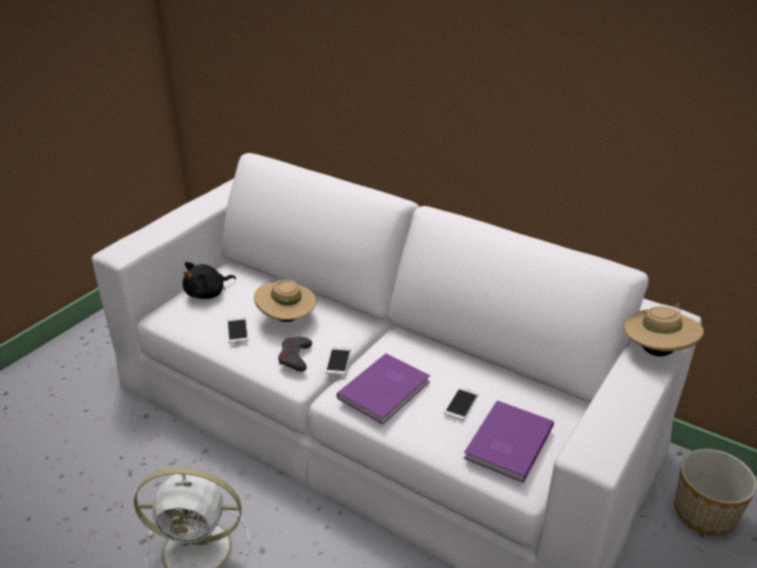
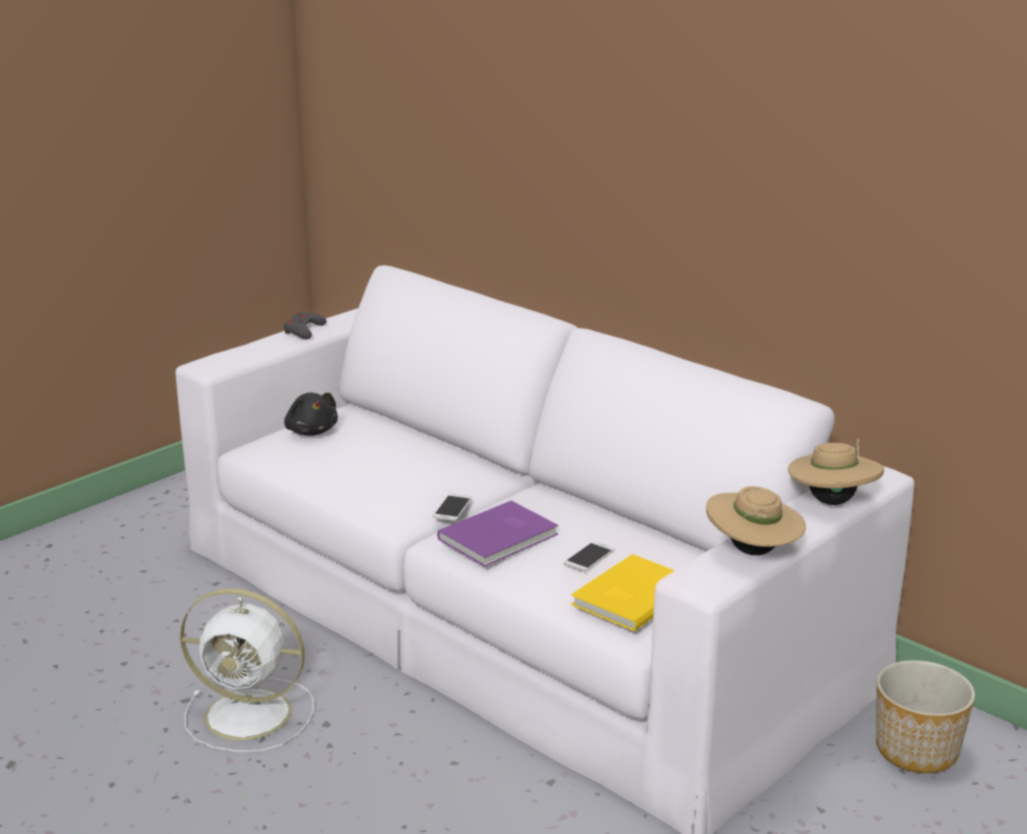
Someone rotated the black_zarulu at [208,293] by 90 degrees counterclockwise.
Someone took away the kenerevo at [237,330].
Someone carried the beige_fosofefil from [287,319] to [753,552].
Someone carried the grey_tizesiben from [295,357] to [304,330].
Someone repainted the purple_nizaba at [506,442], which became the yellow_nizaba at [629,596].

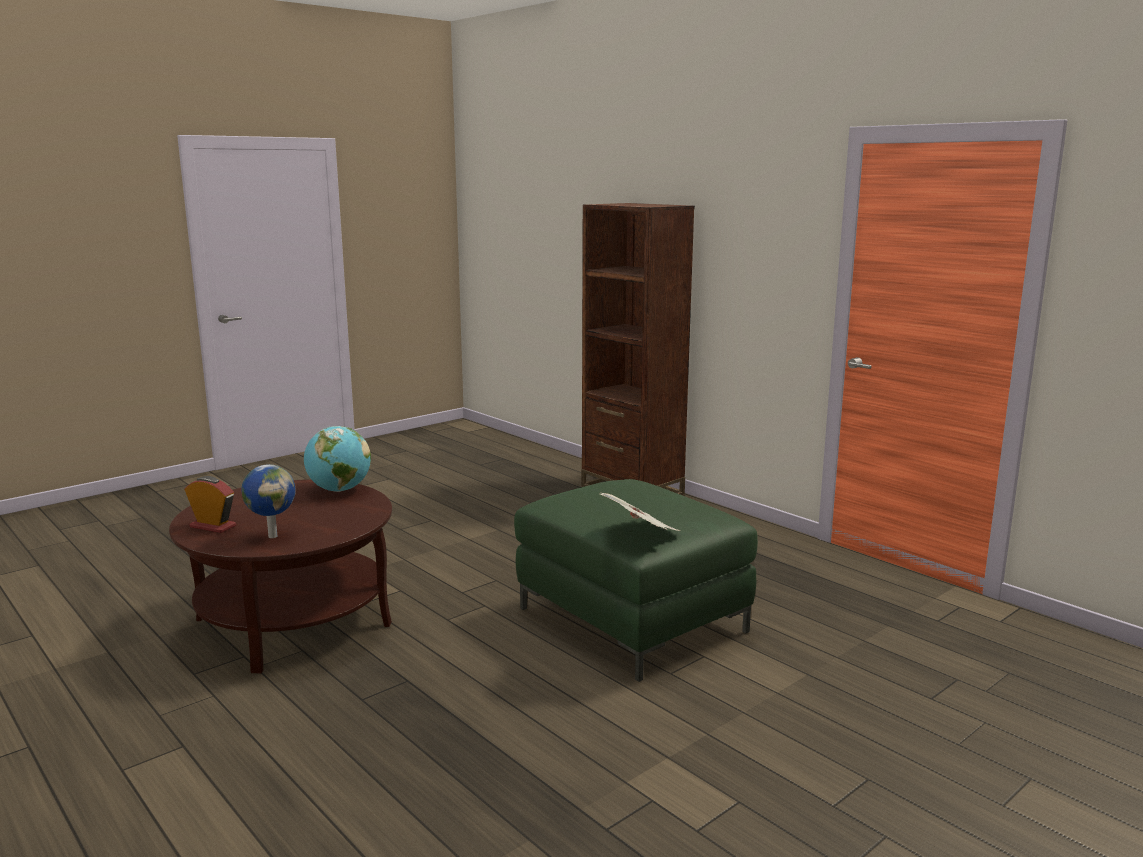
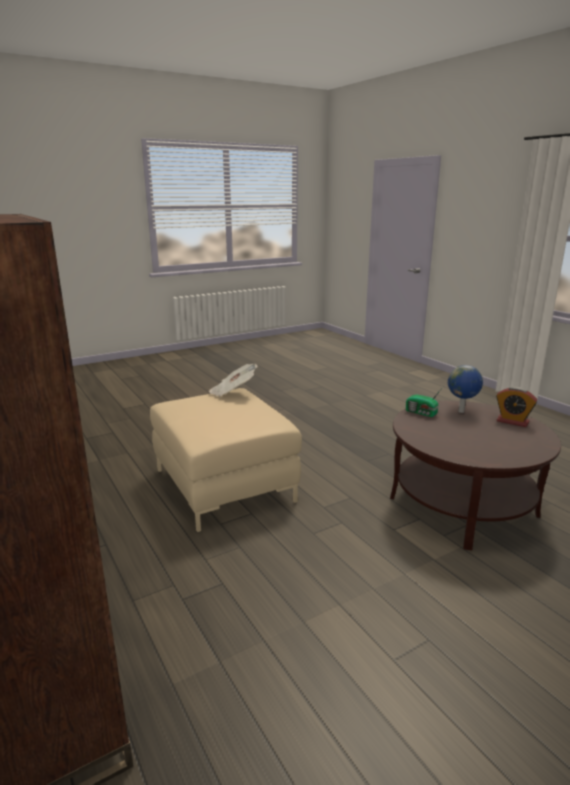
Someone took away the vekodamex at [339,490].
Someone repainted the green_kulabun at [632,619], which became the beige_kulabun at [223,485].
Someone put down the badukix at [421,413].

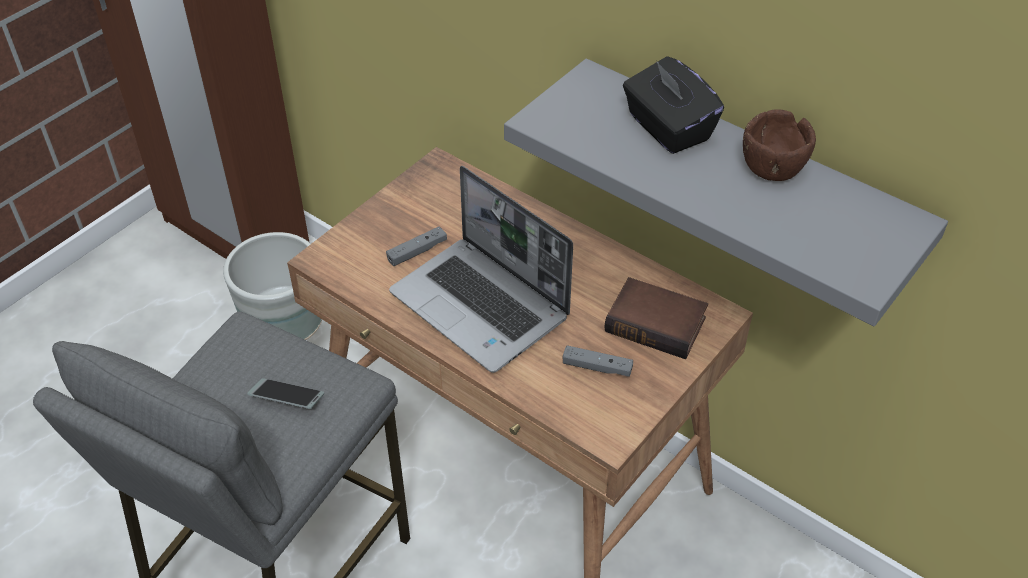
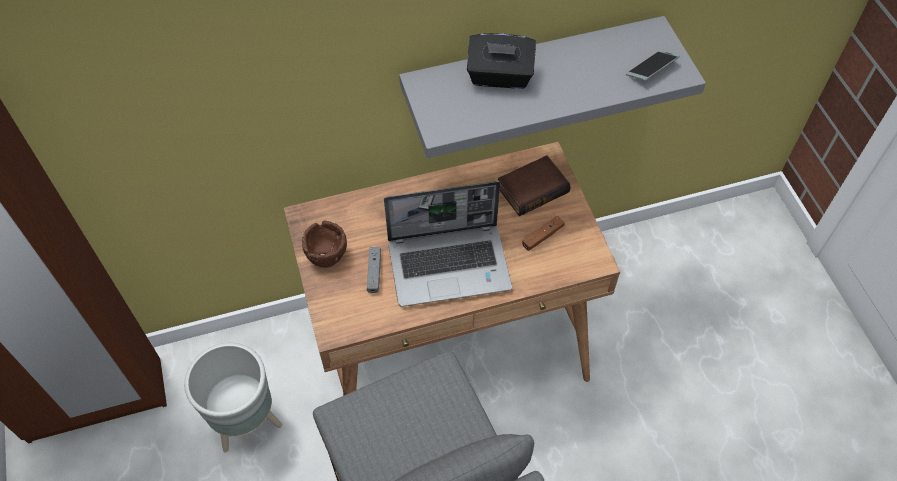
Someone carried the kenerevo from [287,398] to [651,69].
Someone repainted the grey_tizesiben at [597,367], which became the brown_tizesiben at [542,236].
Someone carried the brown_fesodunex from [772,168] to [326,255].

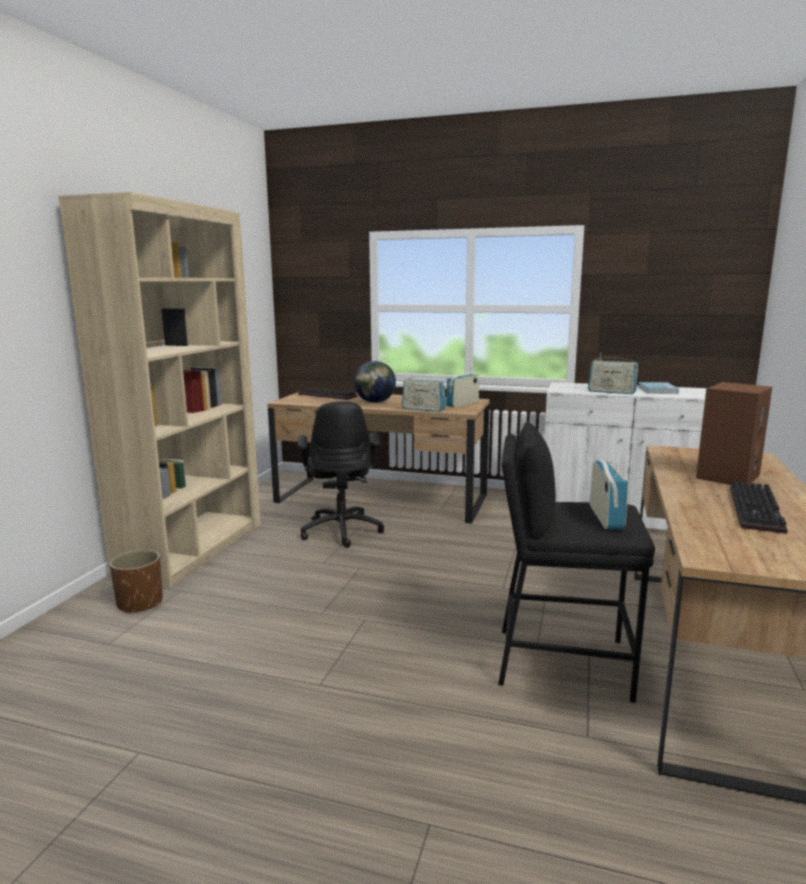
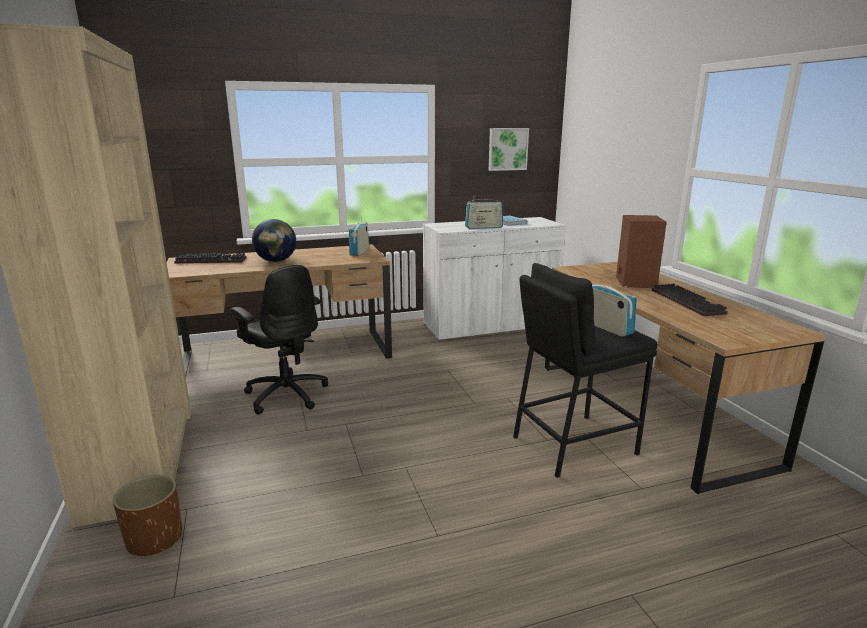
Someone took away the badukix at [423,409].
Someone put up the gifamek at [507,149].

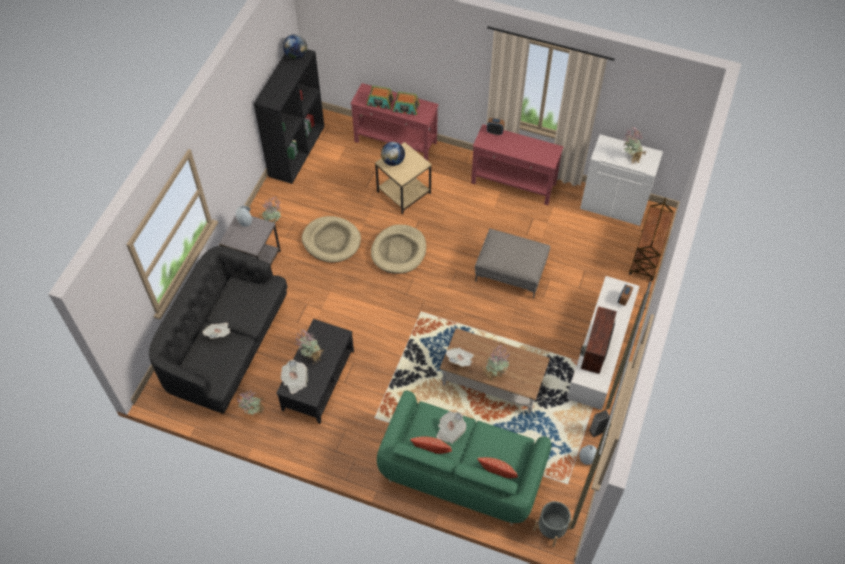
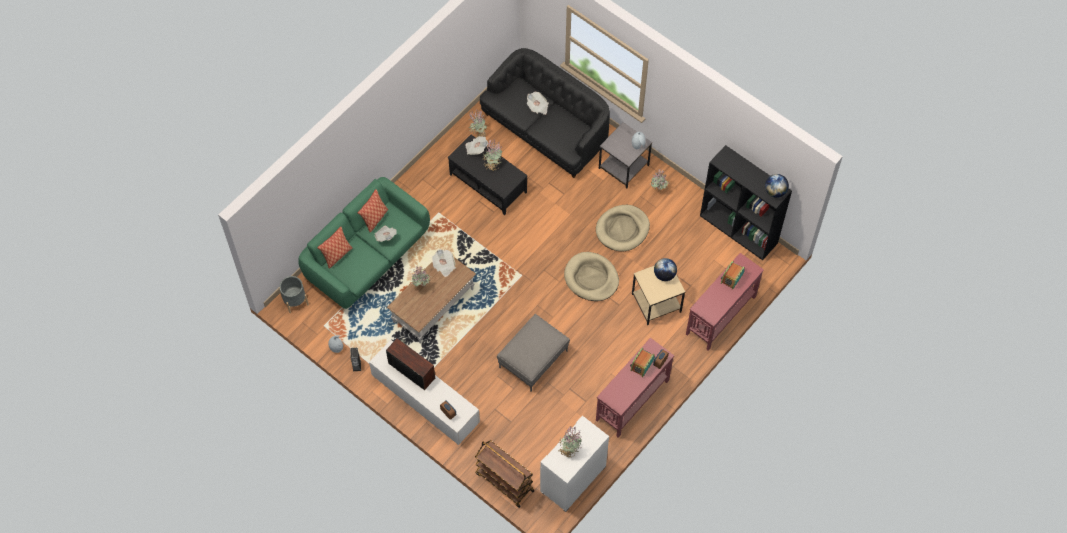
Someone carried the badukix from [406,108] to [642,364].

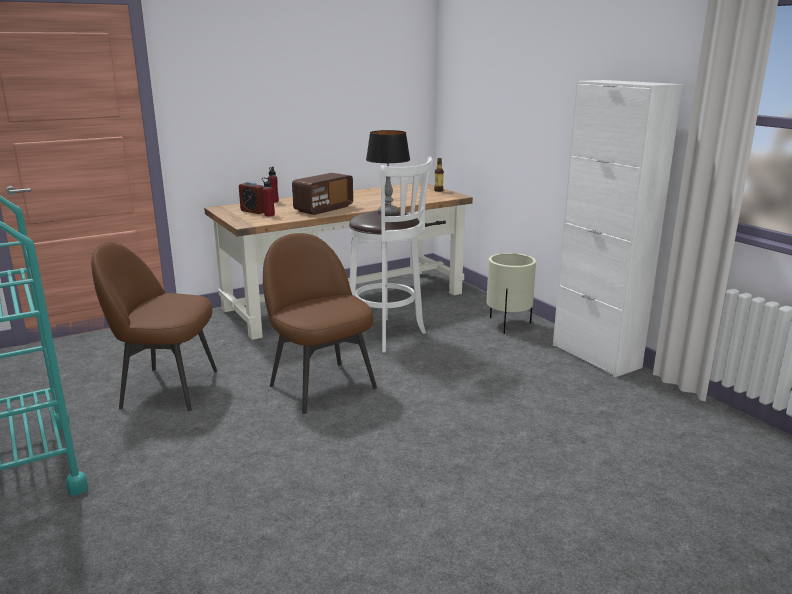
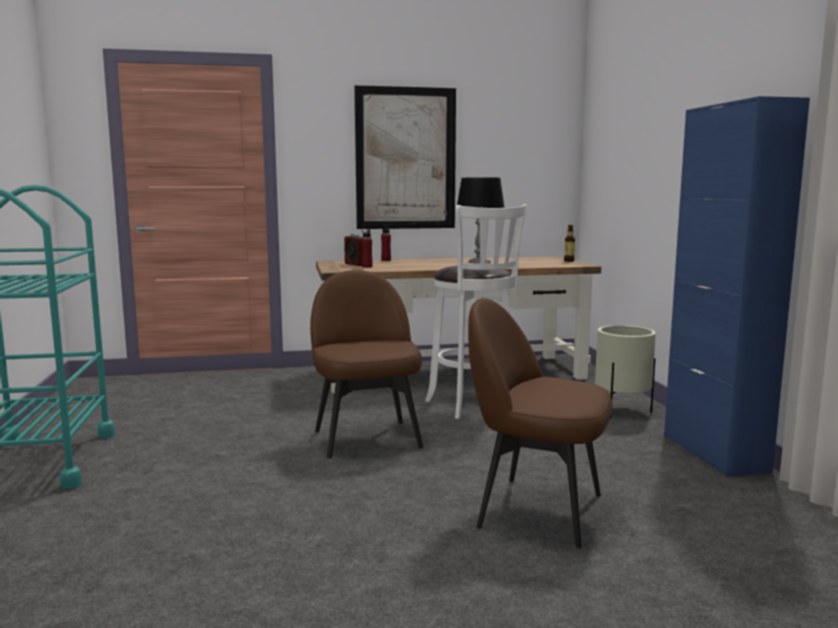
Someone carried the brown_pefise from [167,388] to [536,509].
Someone took away the badukix at [323,209].
Someone repainted the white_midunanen at [595,356], which became the blue_midunanen at [714,453].
Someone put up the gifamek at [405,158].

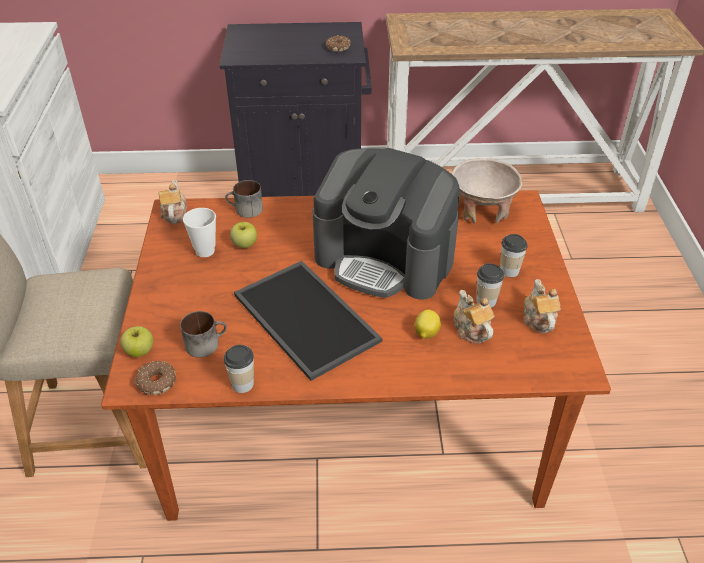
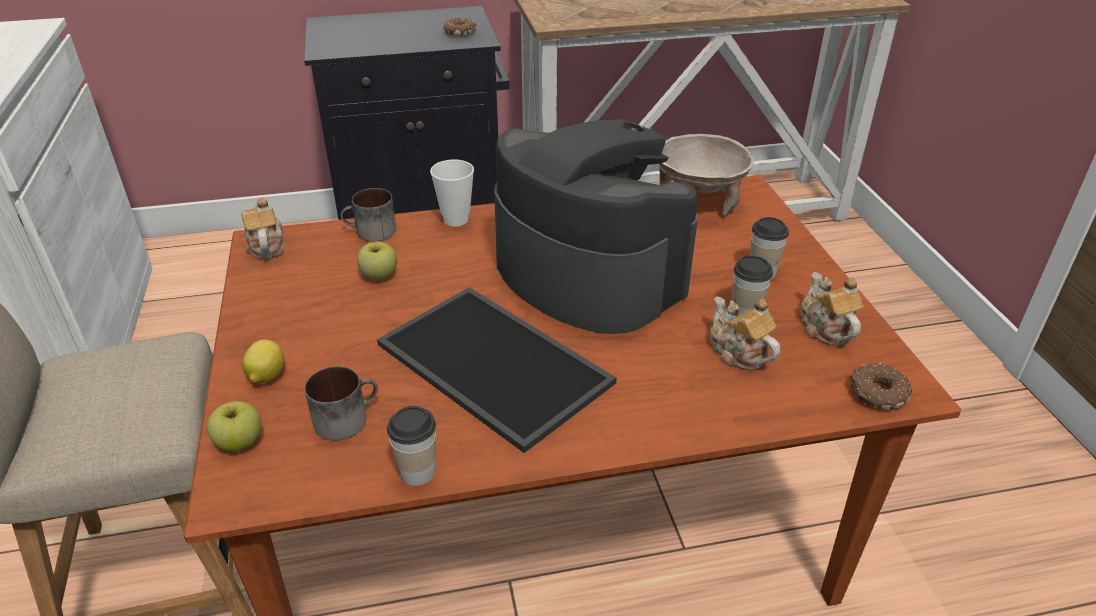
Someone carried the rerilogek from [156,382] to [877,393].
Someone carried the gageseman from [205,251] to [456,220].
Someone rotated the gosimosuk at [385,258] by 150 degrees counterclockwise.
Someone carried the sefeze from [426,333] to [266,377].

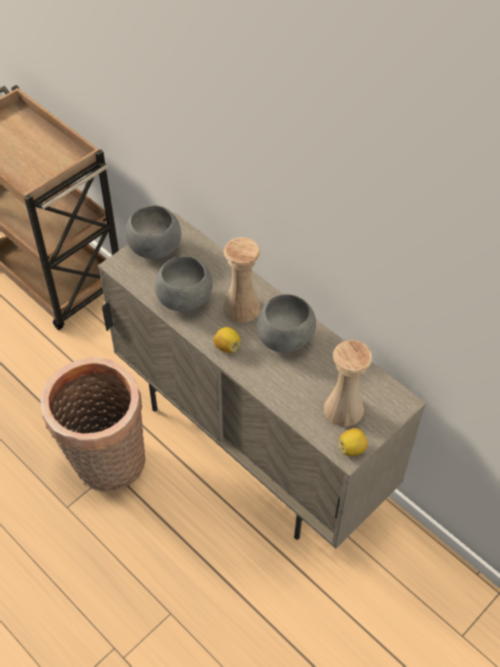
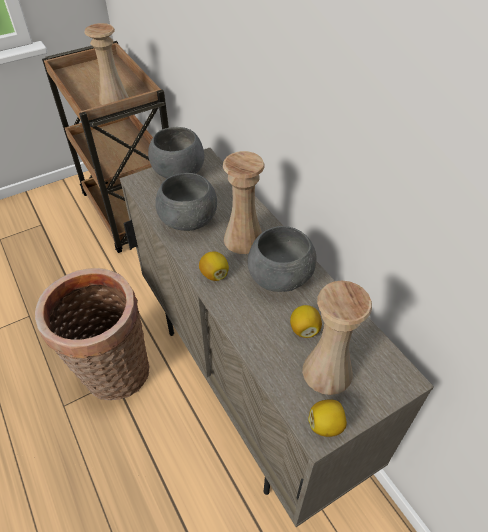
Someone put down the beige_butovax at [114,99].
Someone put down the sefeze at [304,329].

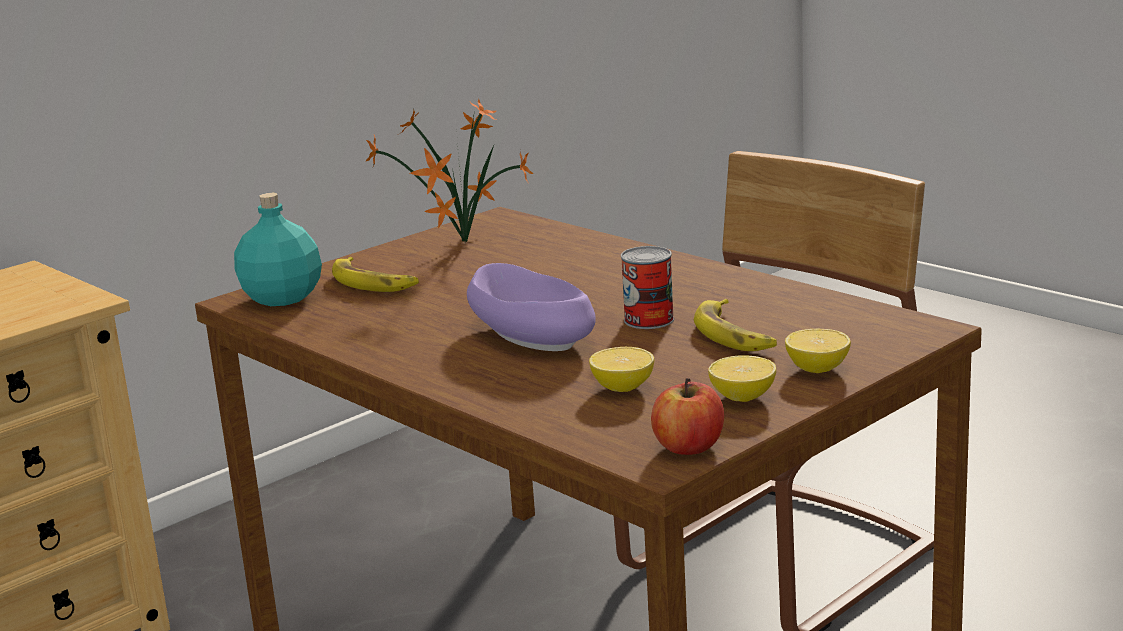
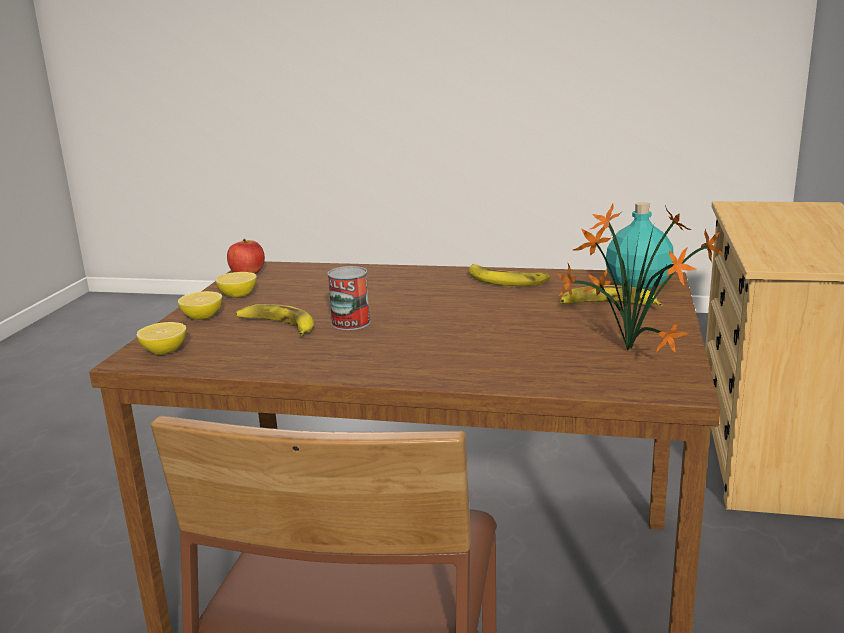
Someone took away the purple_fesodunex at [530,336].
Someone carried the sefeze from [623,387] to [164,352].
Someone put down the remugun at [506,280].

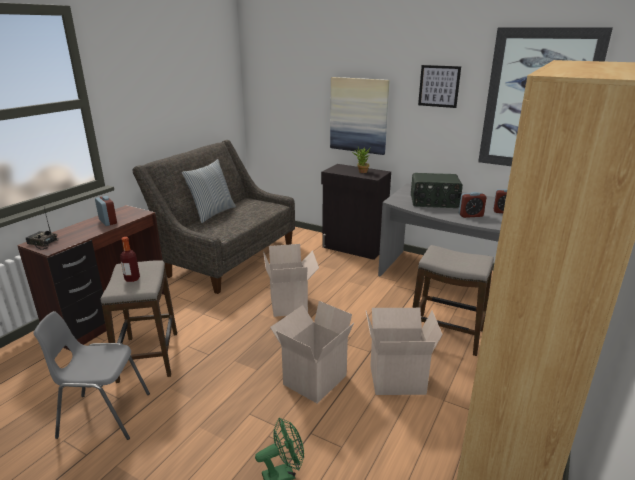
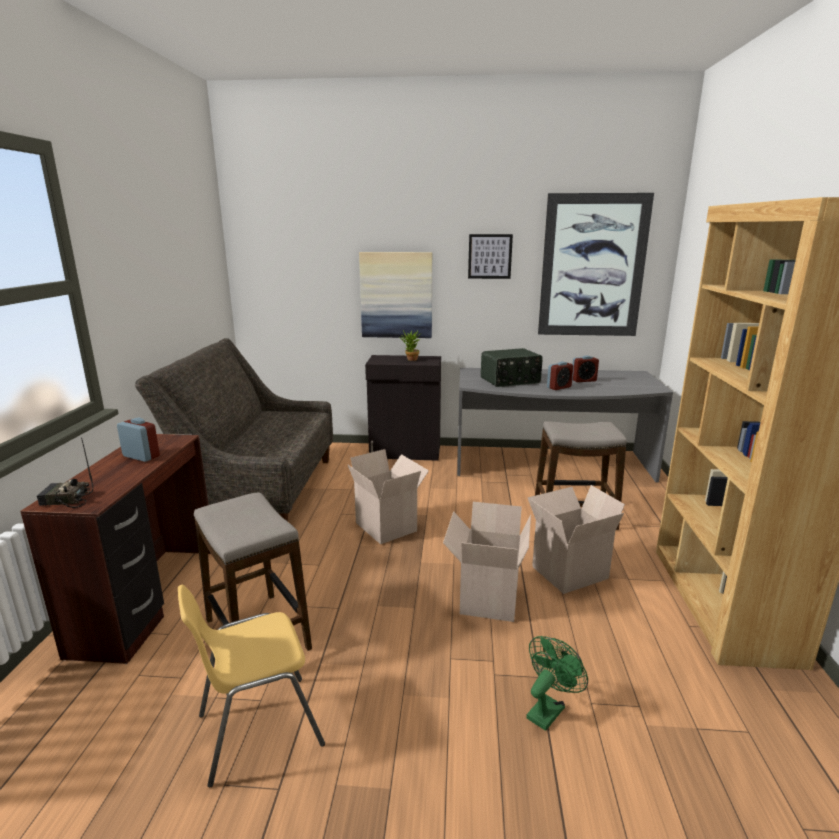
Someone repainted the grey_pefise at [104,415], which became the yellow_pefise at [258,729].
Someone took away the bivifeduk at [132,279].
Someone took away the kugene at [212,213].

